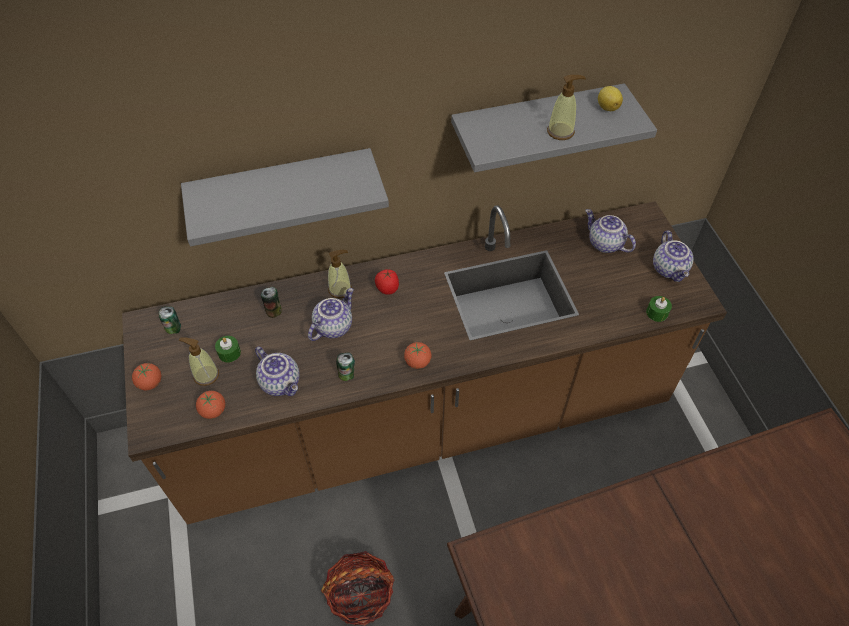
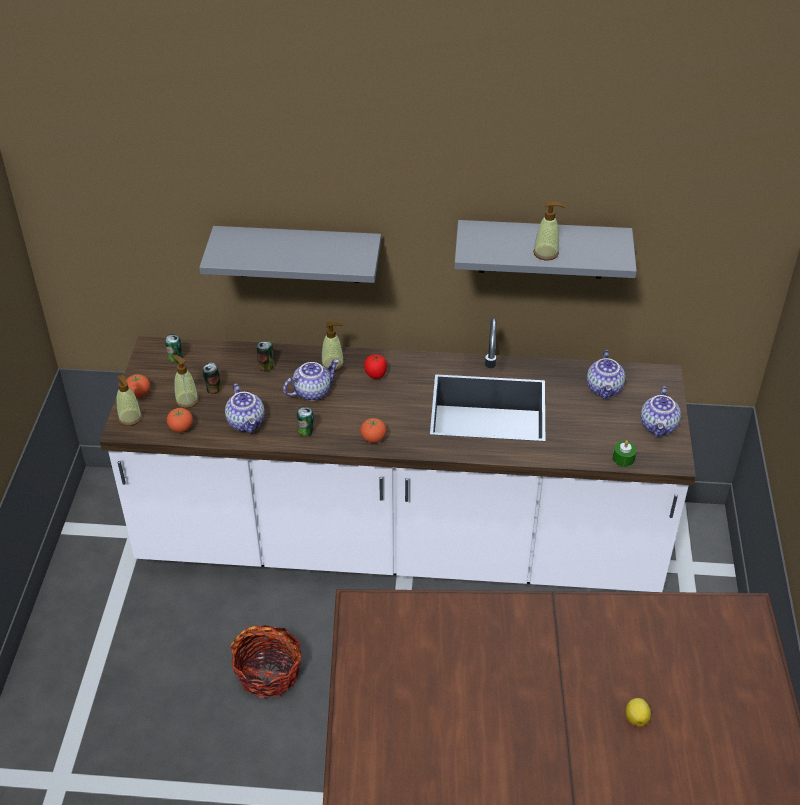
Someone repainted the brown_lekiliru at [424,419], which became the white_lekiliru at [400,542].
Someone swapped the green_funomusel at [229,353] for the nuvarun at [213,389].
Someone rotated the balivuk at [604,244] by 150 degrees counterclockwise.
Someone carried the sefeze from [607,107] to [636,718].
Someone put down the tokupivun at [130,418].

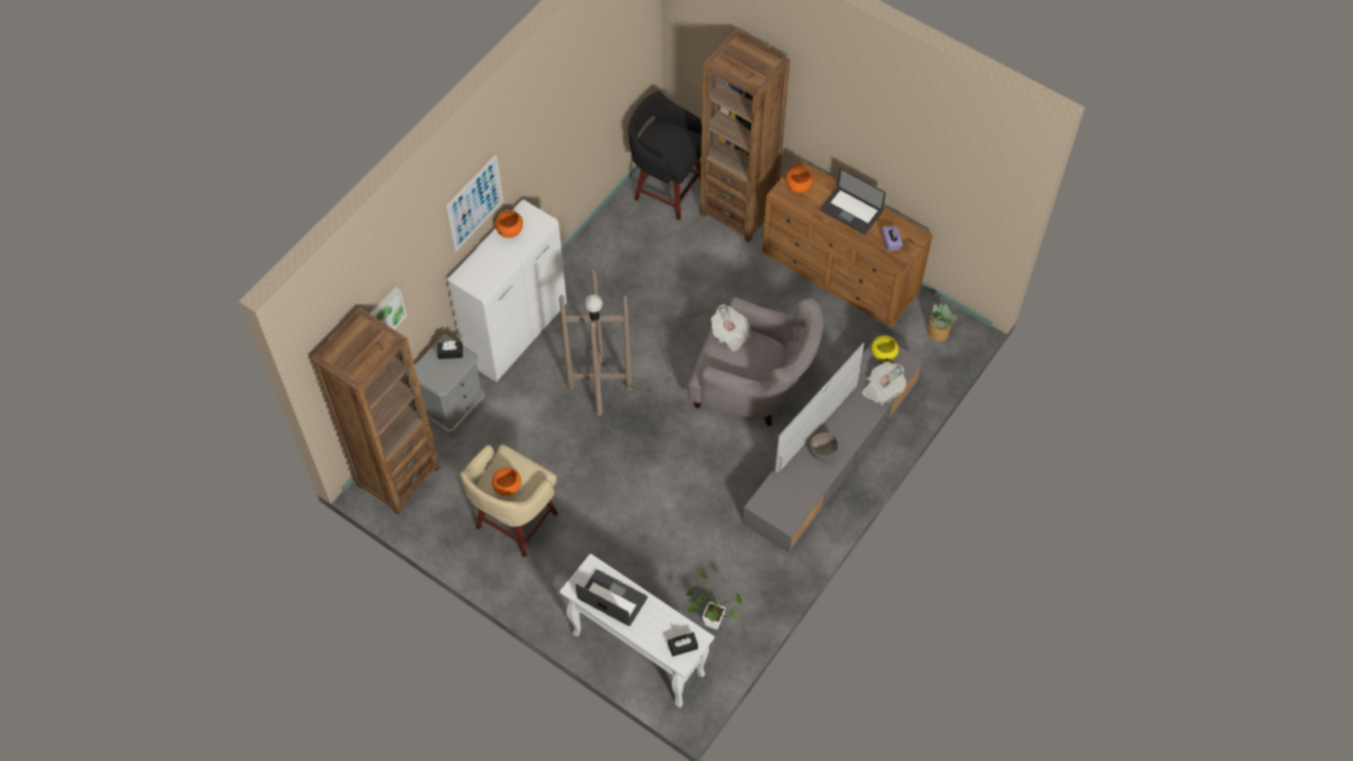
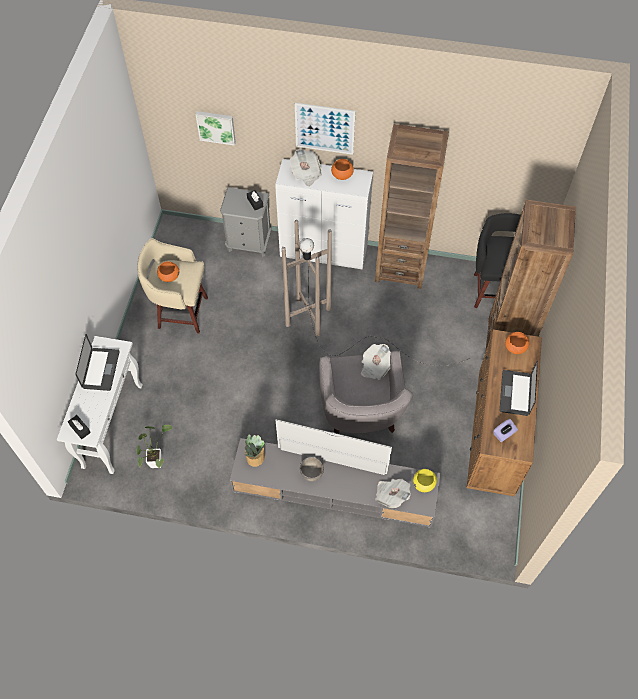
Someone carried the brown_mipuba from [398,476] to [400,269].
Someone carried the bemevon from [938,332] to [255,458].
Someone put down the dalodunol at [306,173].

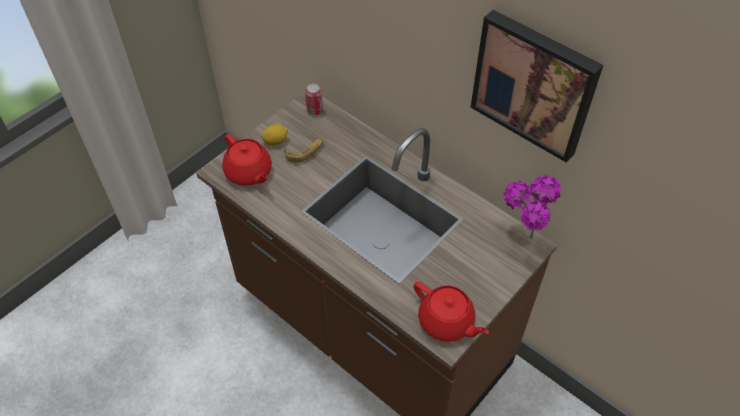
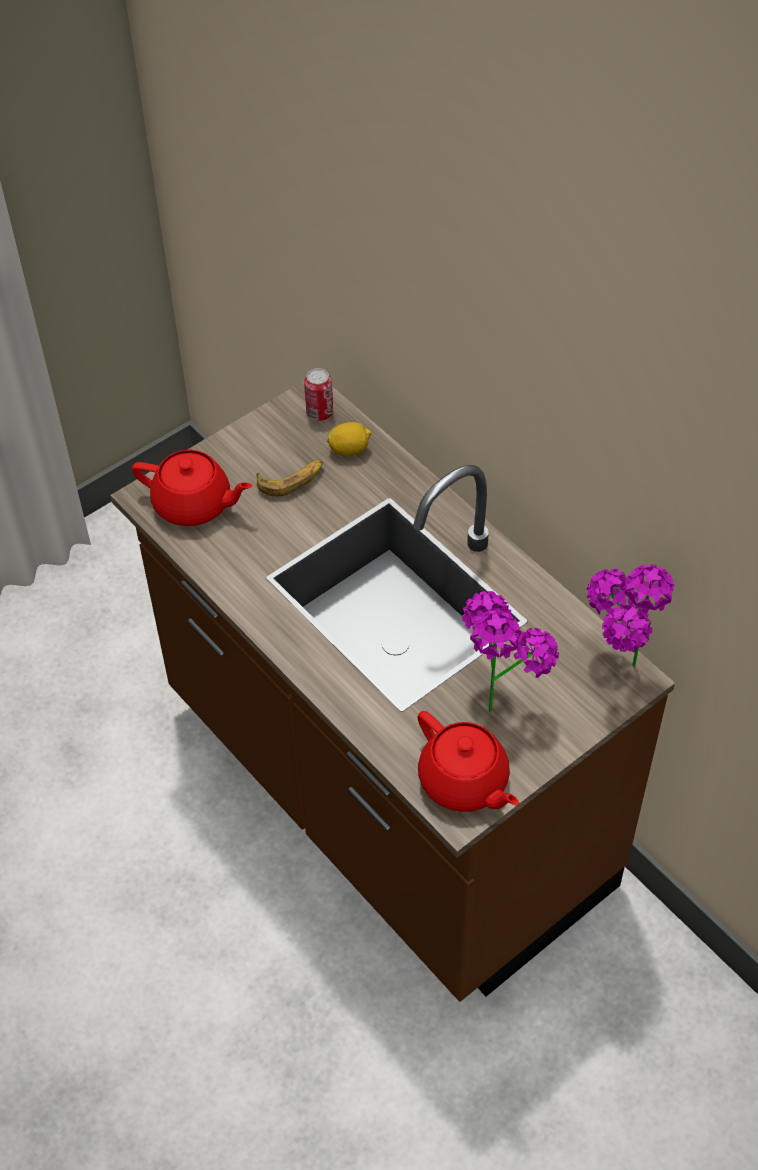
Someone rotated the red_balivuk at [249,173] by 45 degrees counterclockwise.
Someone carried the sefeze from [276,141] to [349,450].
Someone took away the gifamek at [535,84].
Someone put down the bemevon at [498,696].

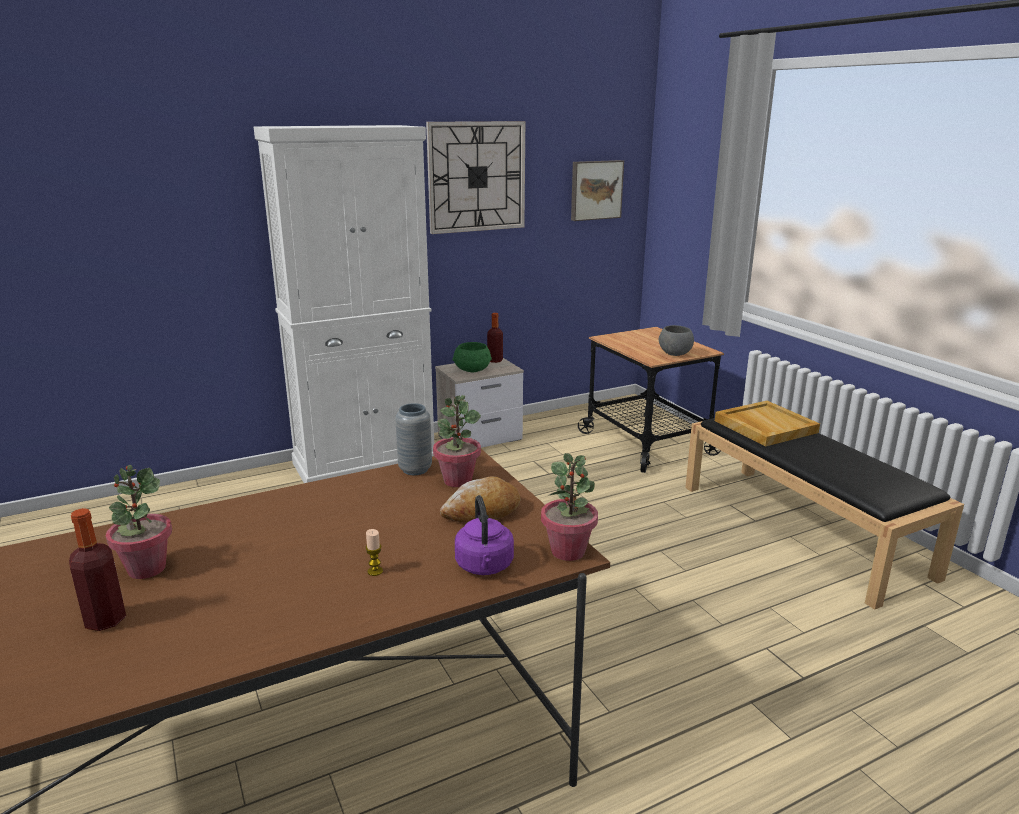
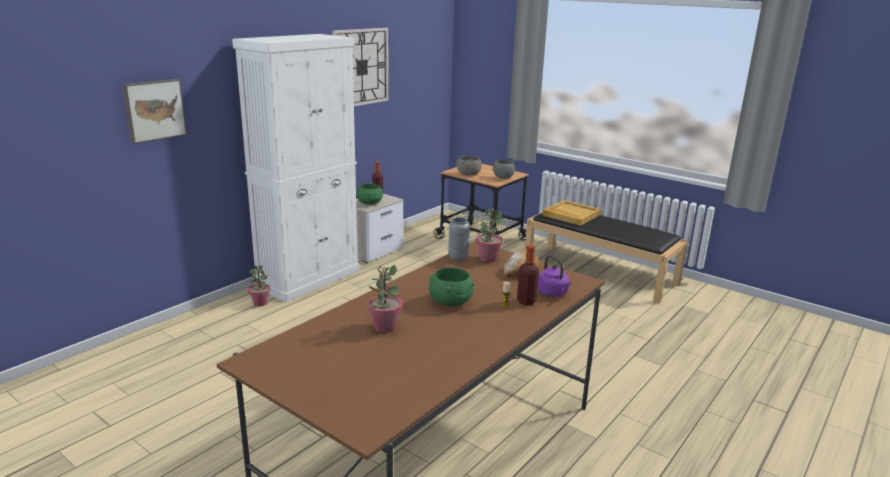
Someone carried the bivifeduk from [105,620] to [526,301].
Someone carried the bemevon from [568,551] to [260,303].
Someone carried the gifamek from [595,190] to [154,110].
Someone put down the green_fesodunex at [451,302].
Someone put down the grey_fesodunex at [468,174].

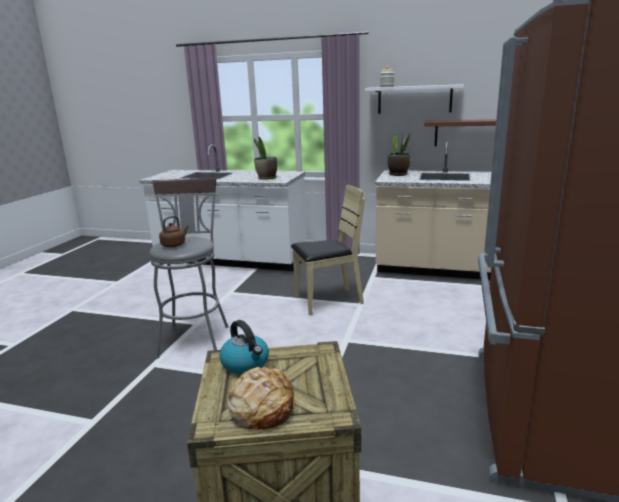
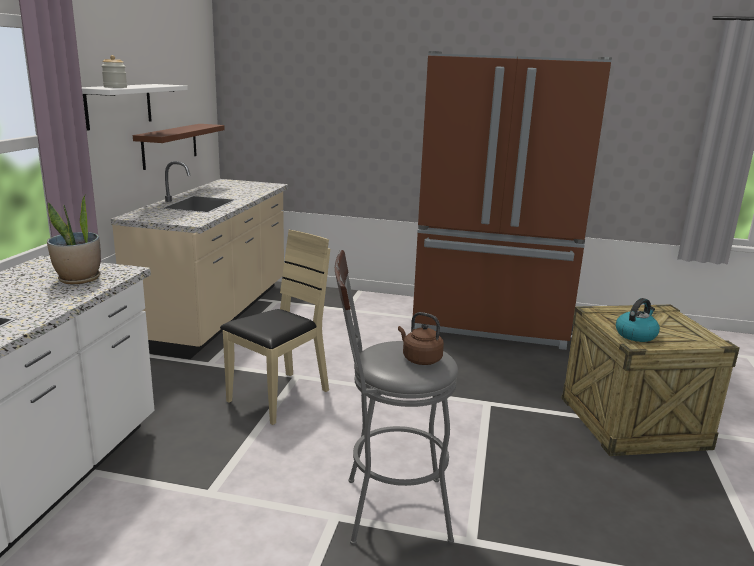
Someone took away the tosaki at [261,408].
Someone rotated the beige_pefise at [328,301] by 60 degrees clockwise.
Someone took away the bemevon at [398,174].

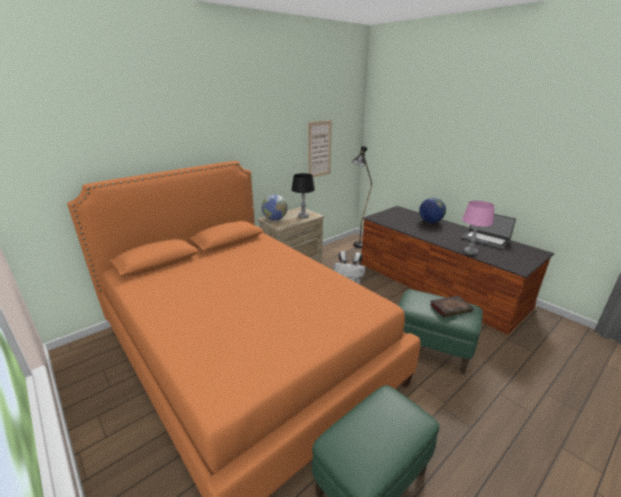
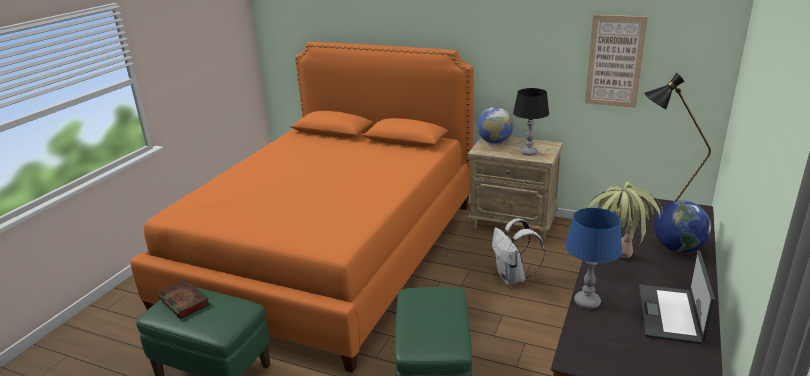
Someone carried the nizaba from [451,308] to [185,302].
Someone repainted the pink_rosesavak at [470,252], which became the blue_rosesavak at [586,302].
Someone put down the bemevon at [615,265].

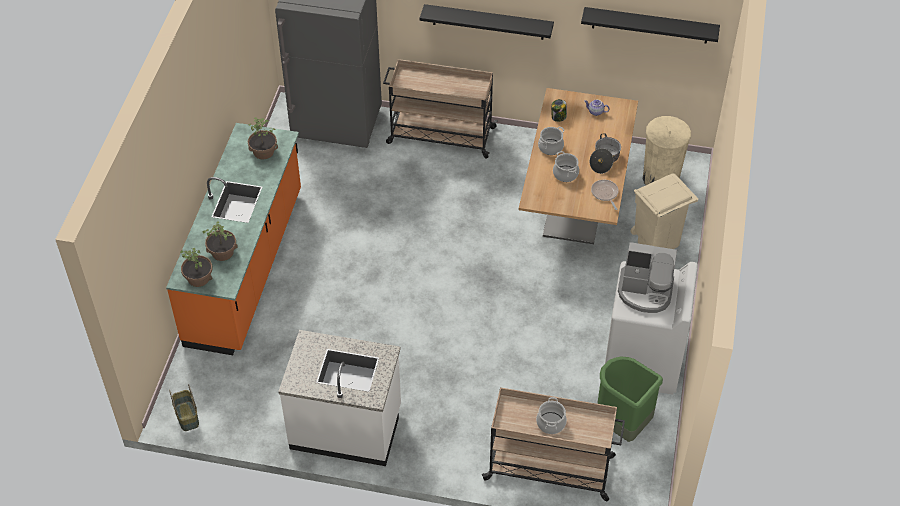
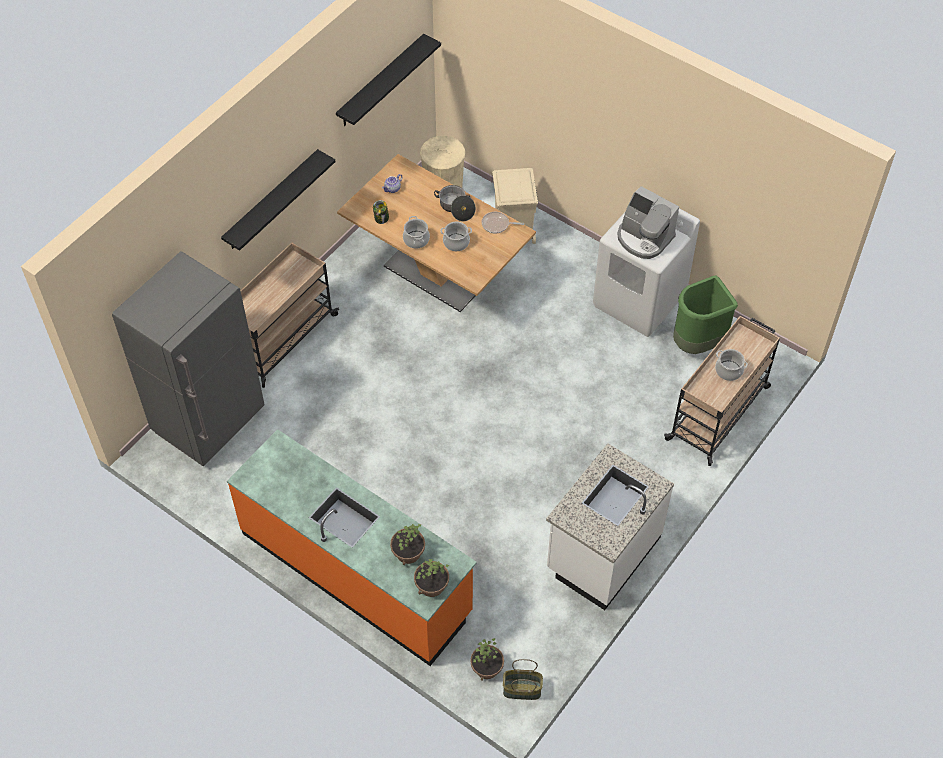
Someone carried the bemevon from [263,152] to [487,668].
Someone rotated the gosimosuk at [645,292] by 90 degrees clockwise.

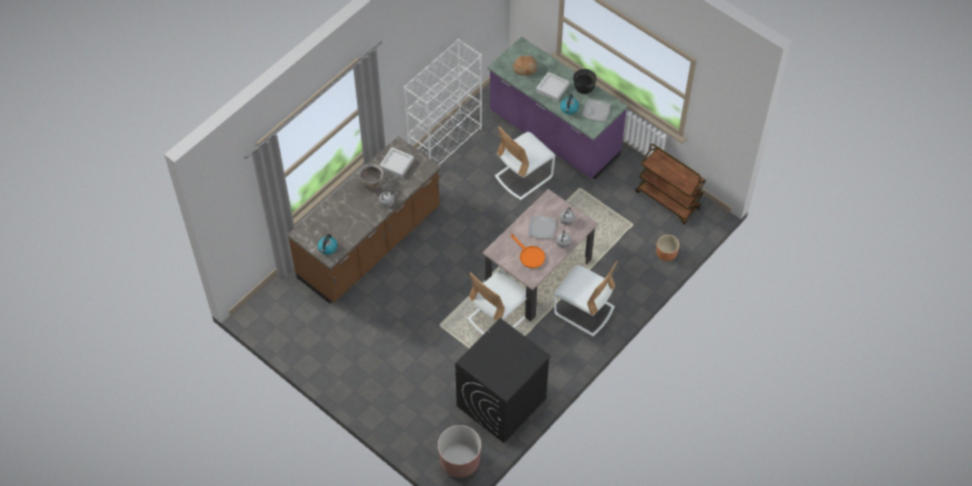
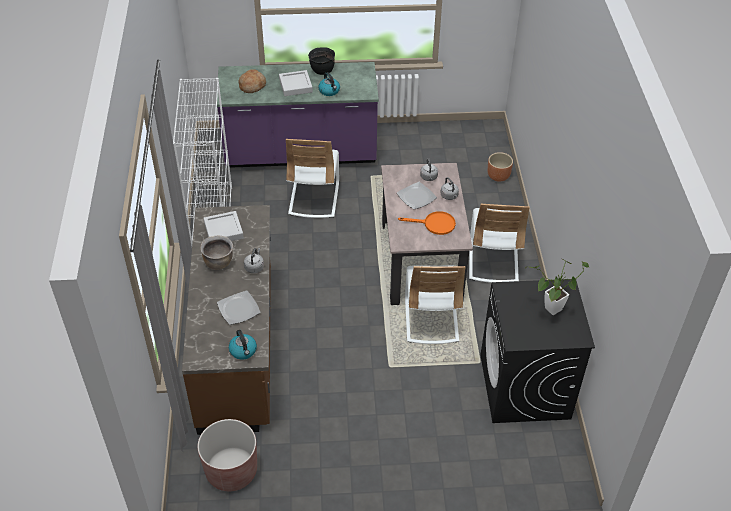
Someone carried the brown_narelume from [460,461] to [231,471].
Someone rotated the white_pefise at [584,310] by 105 degrees clockwise.
Someone carried the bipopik from [596,111] to [238,309].
Someone took away the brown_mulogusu at [668,200].
Someone put down the bemevon at [550,311].

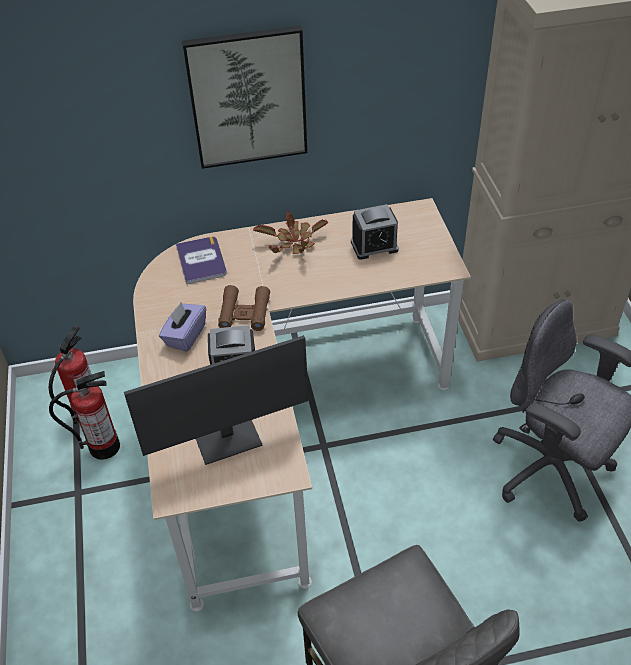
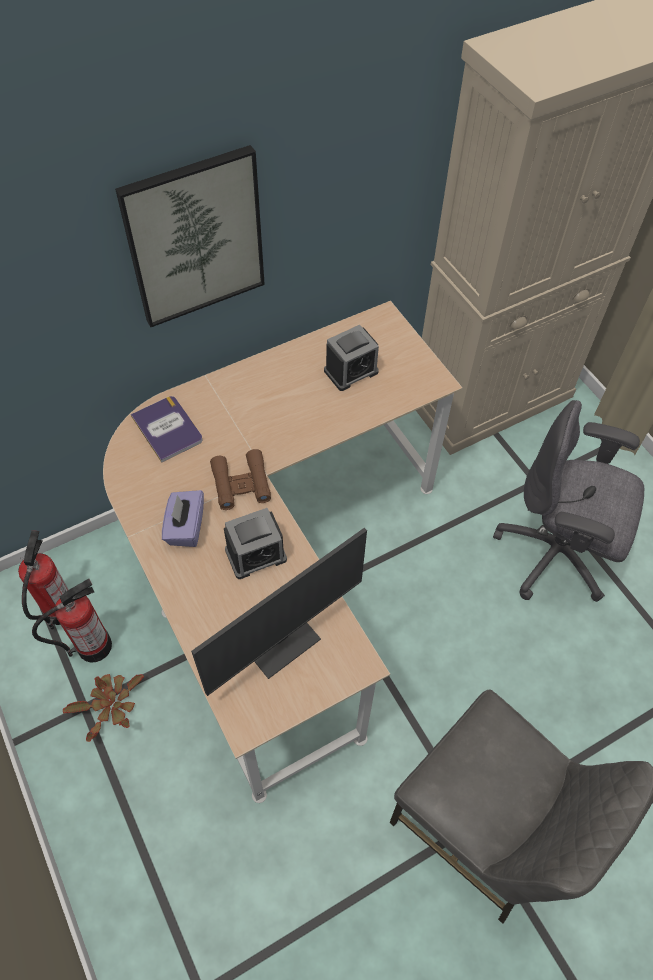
Someone carried the bemevon from [293,243] to [111,705].

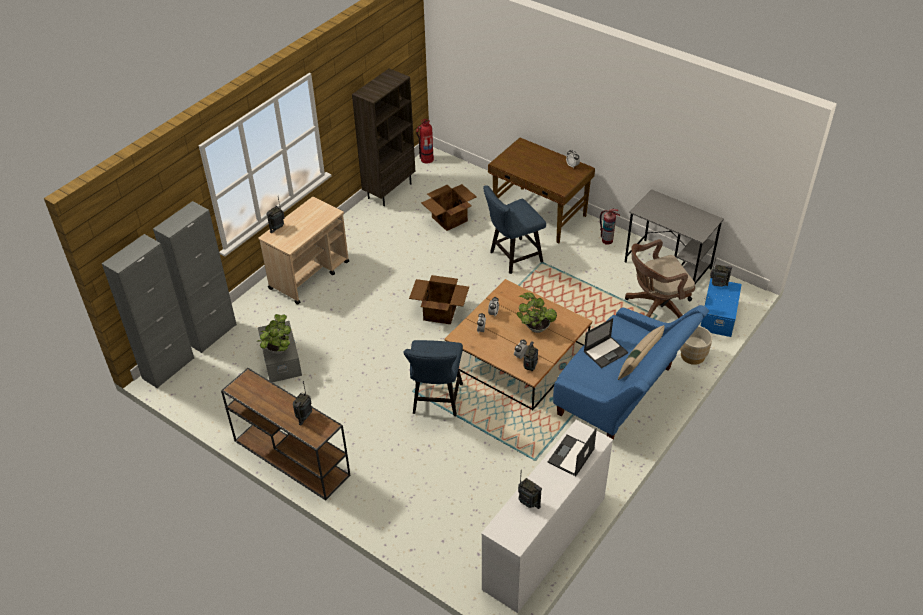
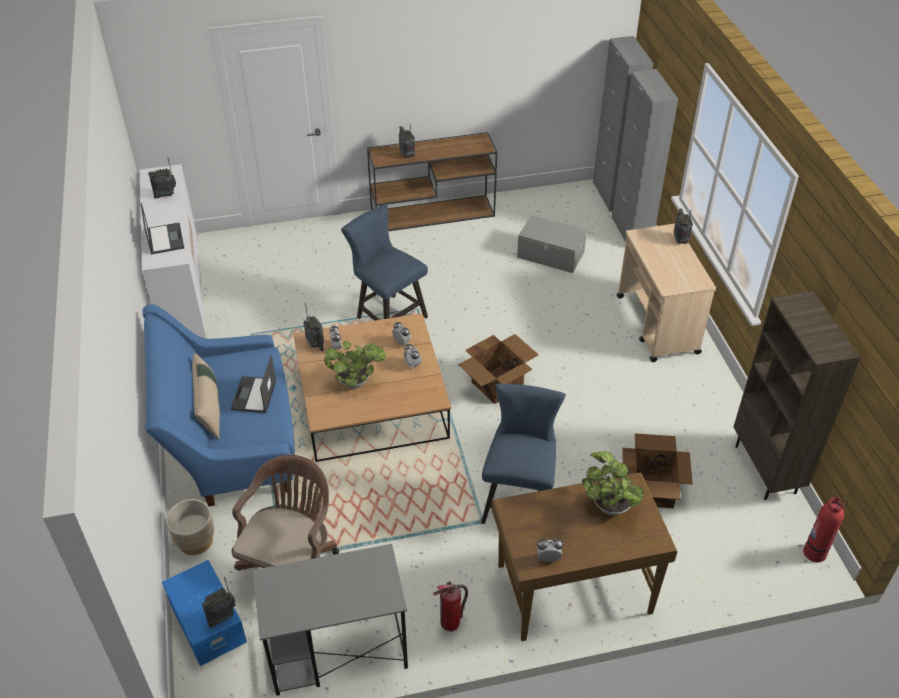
Someone carried the bemevon from [277,350] to [609,504].

